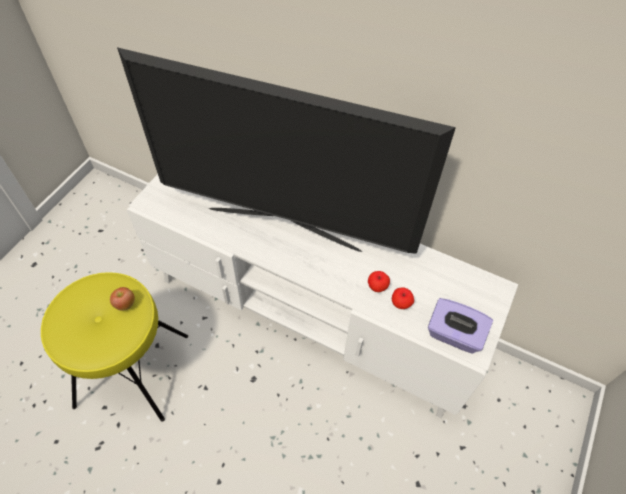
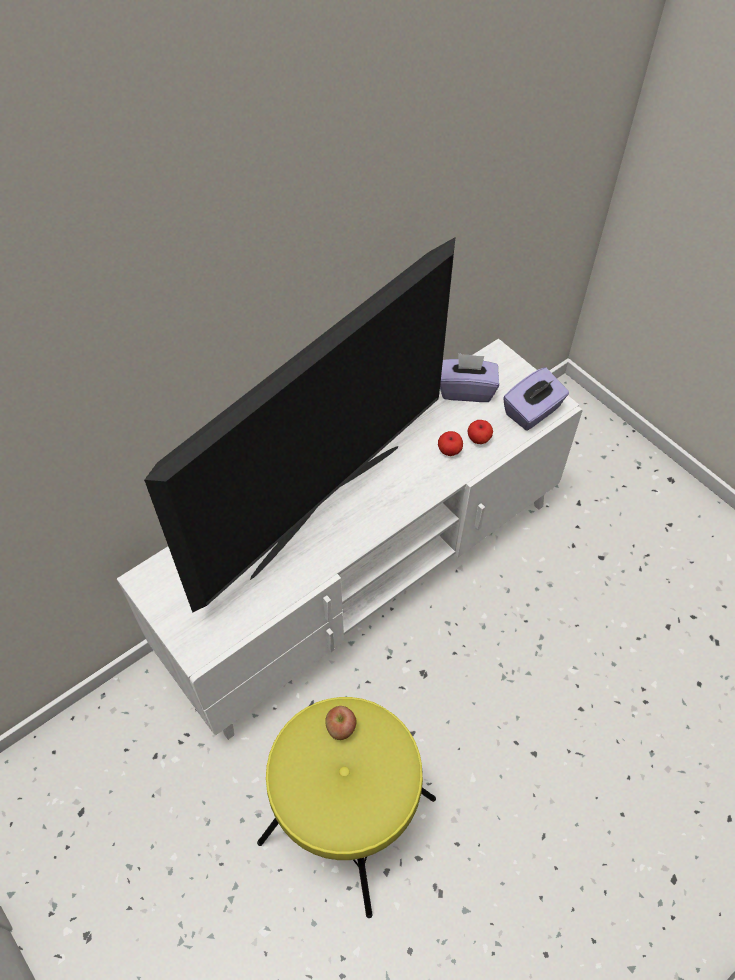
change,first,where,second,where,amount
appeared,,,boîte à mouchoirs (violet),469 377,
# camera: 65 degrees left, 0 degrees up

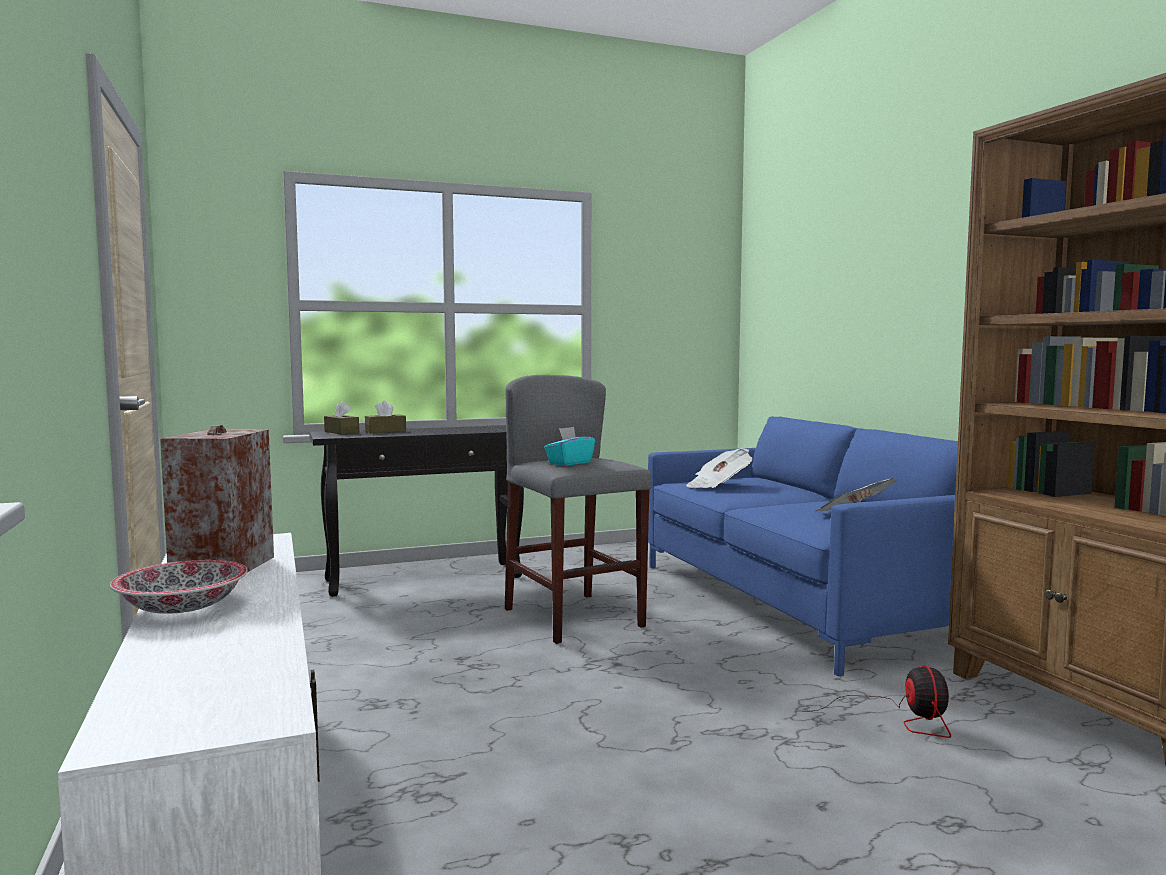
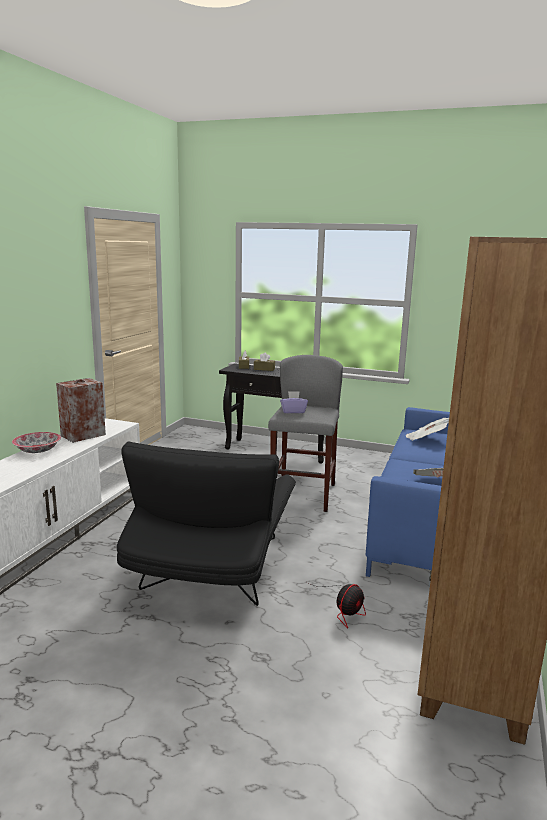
change,first,where,second,where,amount
appeared,,,fauteuil (noir),206 523,
colour,boîte à mouchoirs (turquoise),569 446,boîte à mouchoirs (violet),294 402,
# camera: 40 degrees right, 10 degrees up

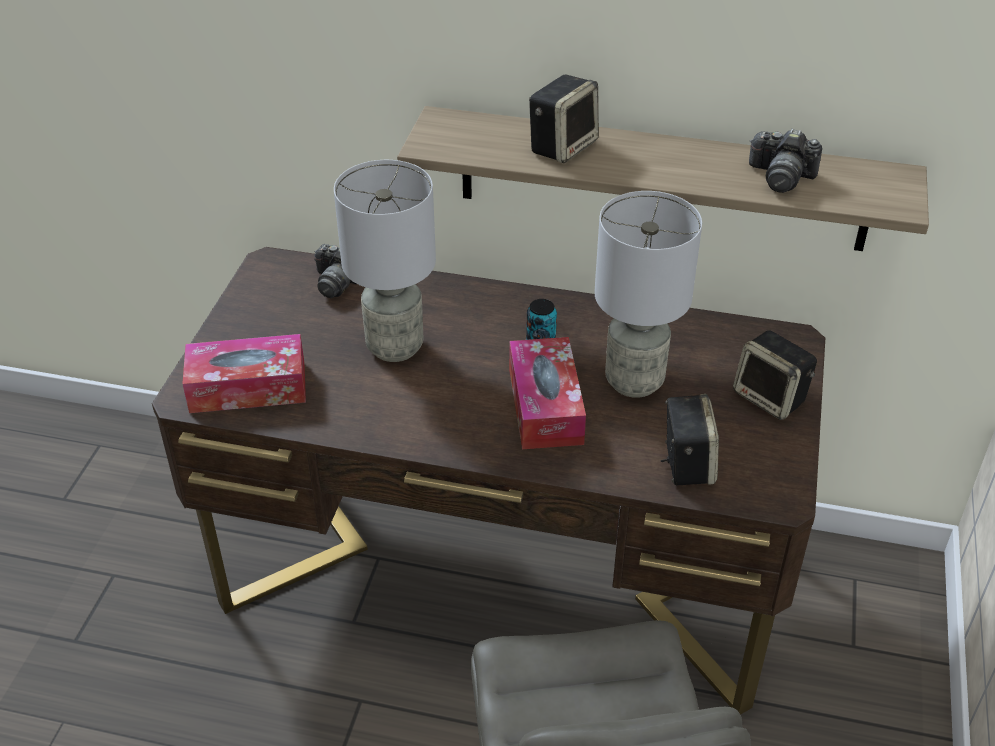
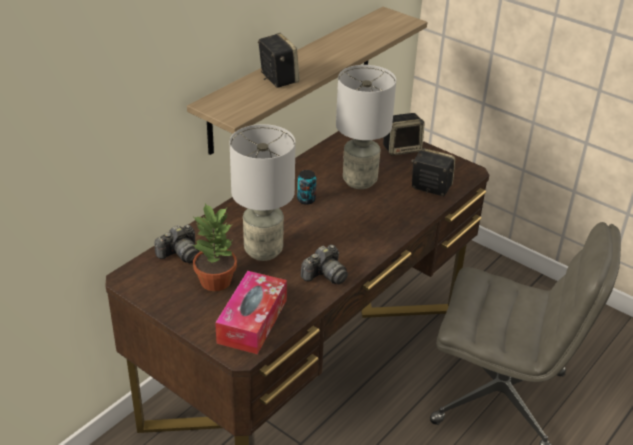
change,first,where,second,where,amount
appeared,,,plante en pot,215 247,
relocated,appareil photo,785 161,,324 264,
missing,boîte à mouchoirs,547 393,,,
# camera: 65 degrees left, 5 degrees down

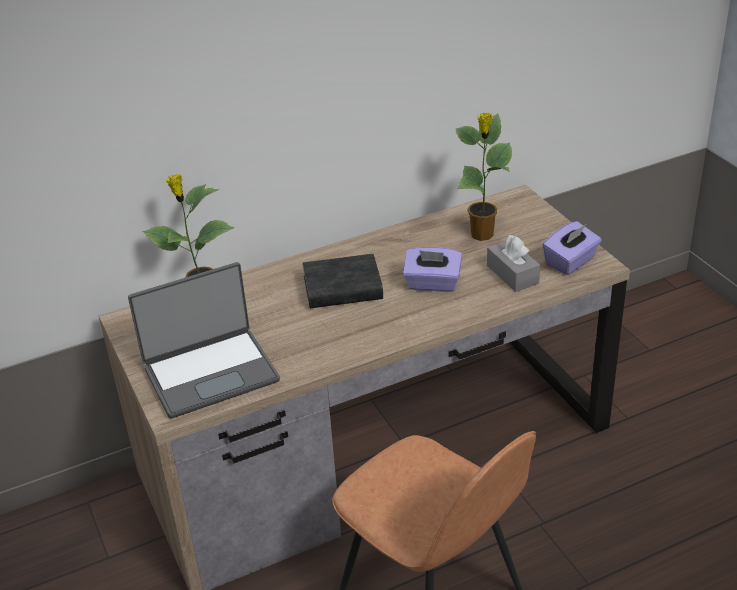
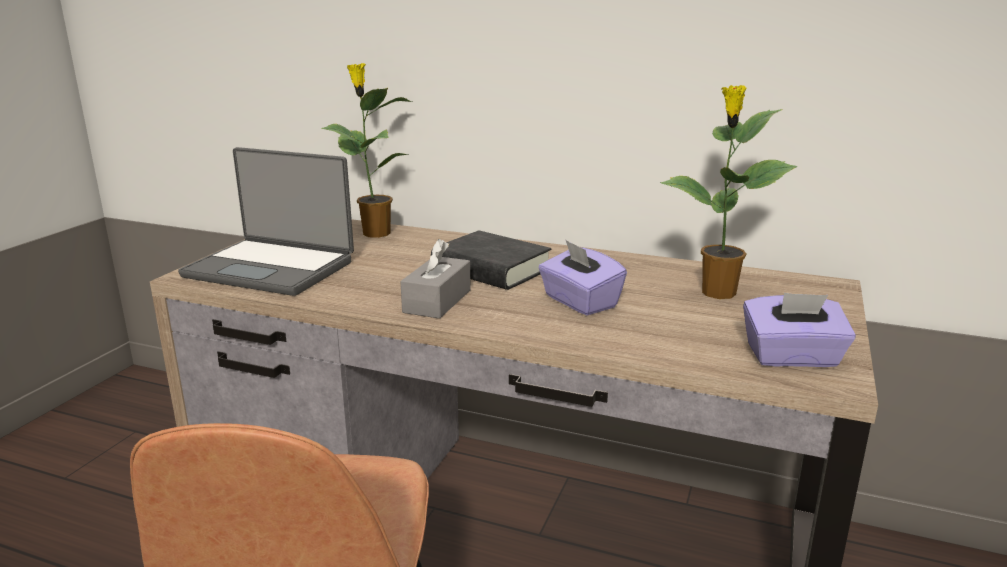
change,first,where,second,where,amount
relocated,boîte à mouchoirs (gris),513 263,,435 279,
# camera: 45 degrees right, 15 degrees down

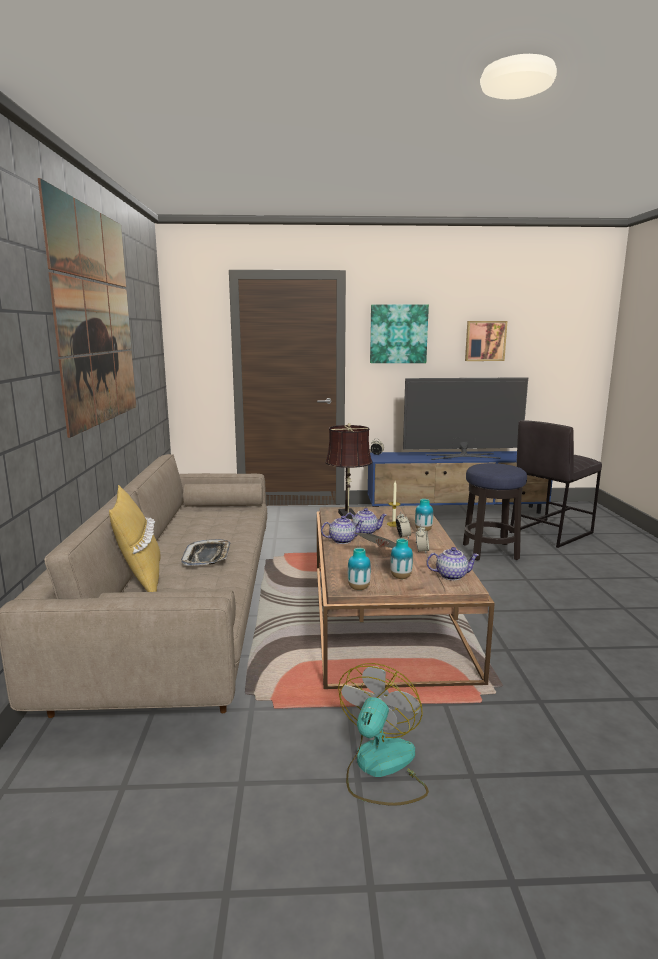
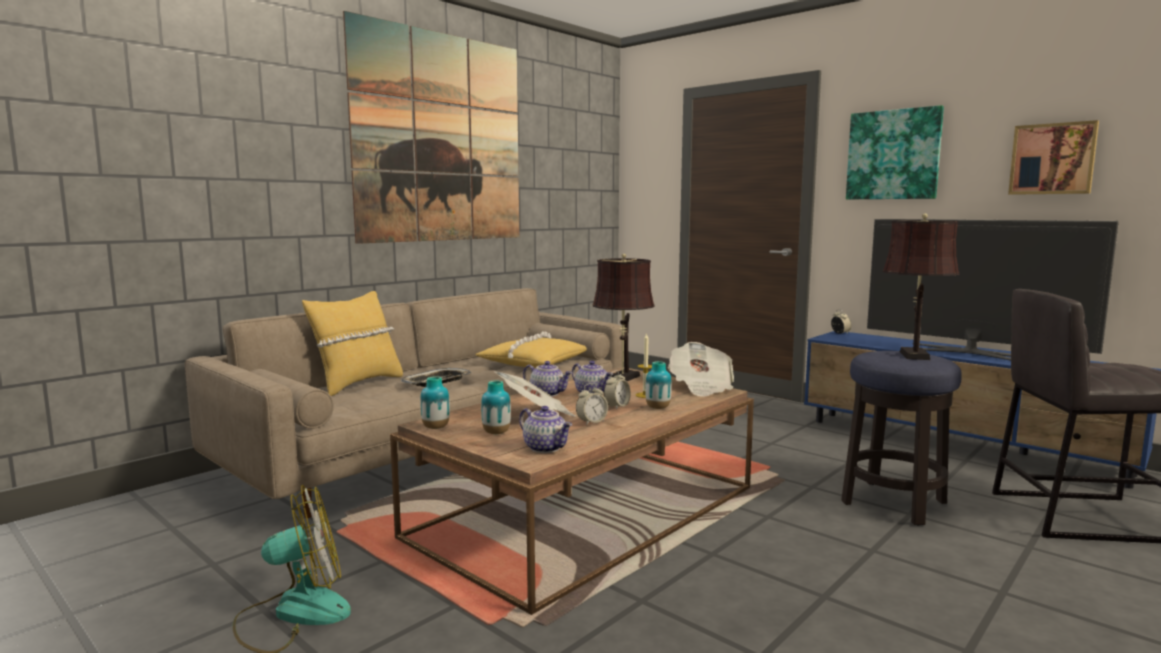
change,first,where,second,where,amount
appeared,,,coussin (jaune),531 349,
appeared,,,journal,701 369,
appeared,,,lampe de table (marron),921 287,
# camera: 45 degrees right, 5 degrees down

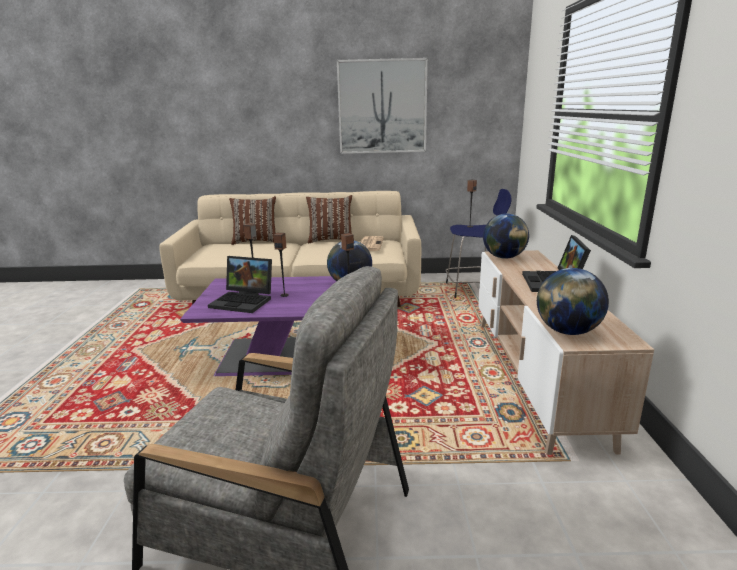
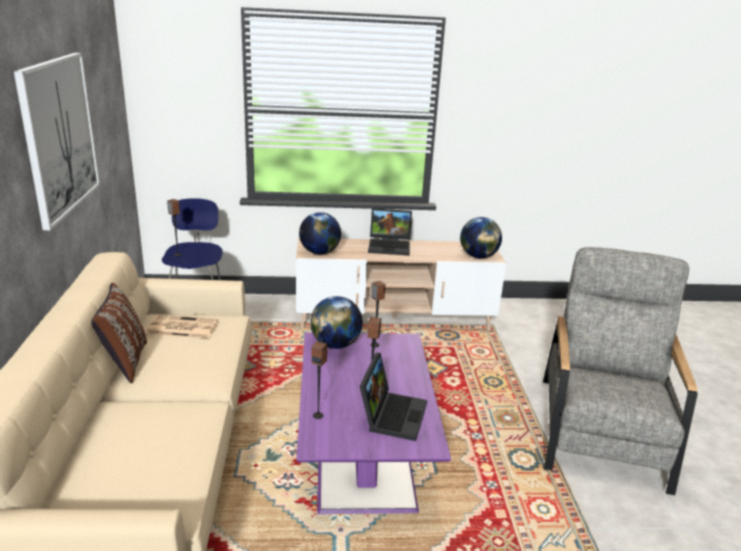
change,first,where,second,where,amount
missing,coussin (marron),252 220,,,
# camera: 95 degrees left, 5 degrees up

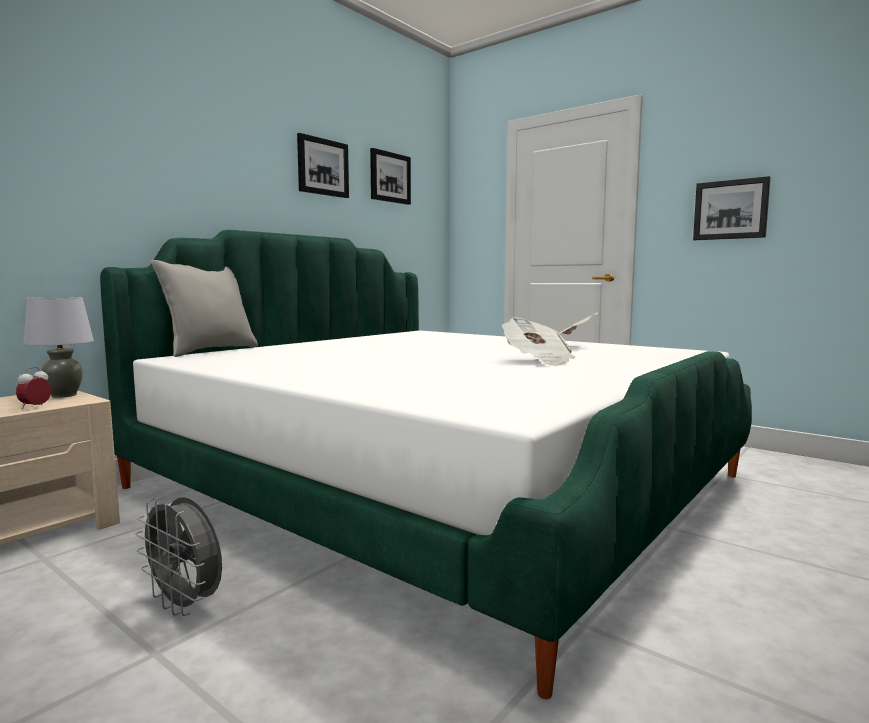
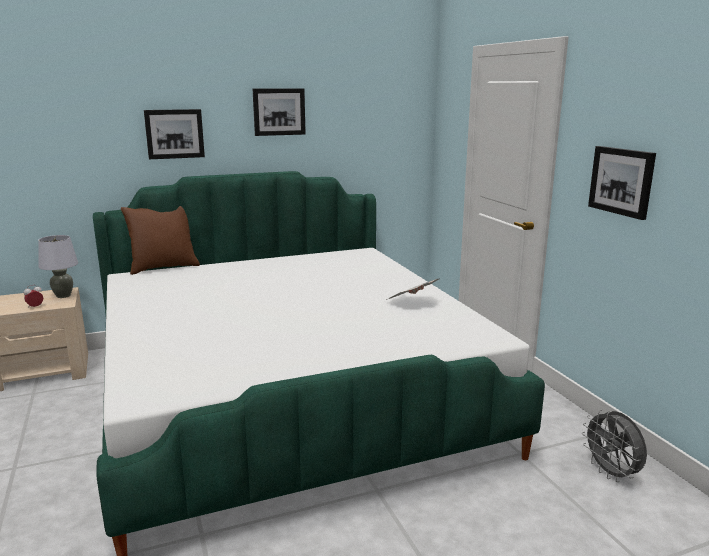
change,first,where,second,where,amount
colour,coussin (gris),204 308,coussin (marron),160 240,
relocated,tableau,390 176,,174 134,
relocated,ventilateur (gris),178 556,,614 445,
missing,journal,539 341,,,
# camera: 30 degrees right, 10 degrees up

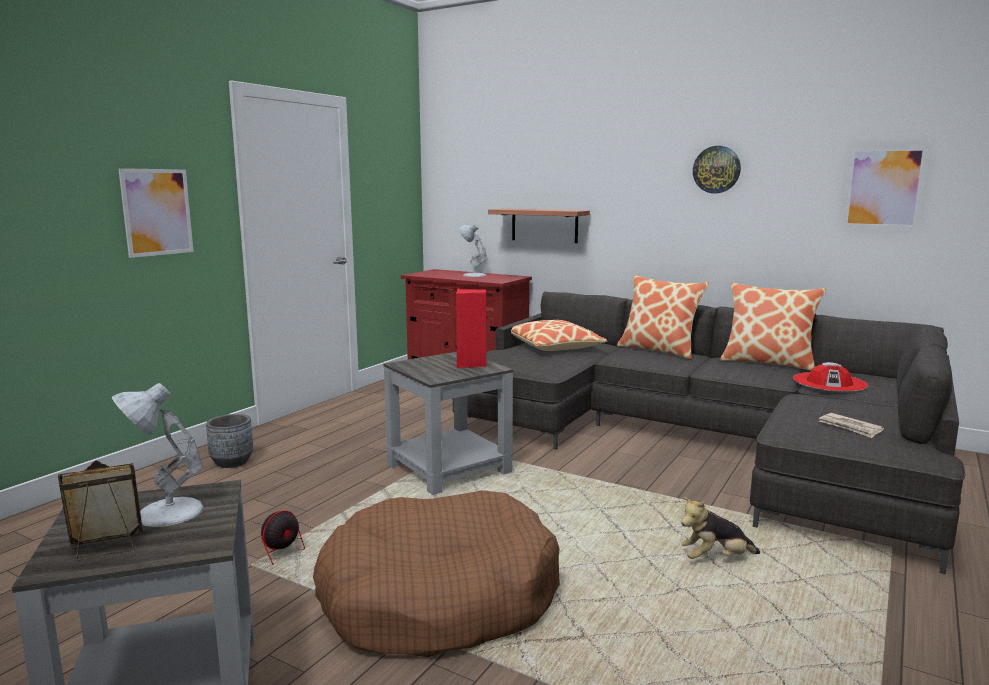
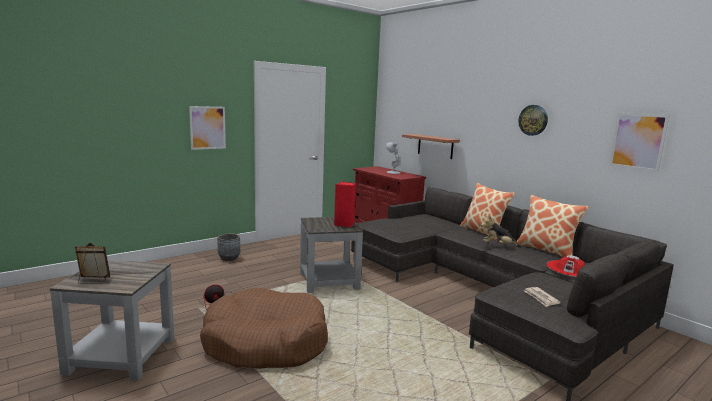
change,first,where,second,where,amount
relocated,peluche,720 528,,501 231,
missing,lampe de table (blanc),158 455,,,
missing,coussin,559 335,,,
# camera: 20 degrees right, 0 degrees up

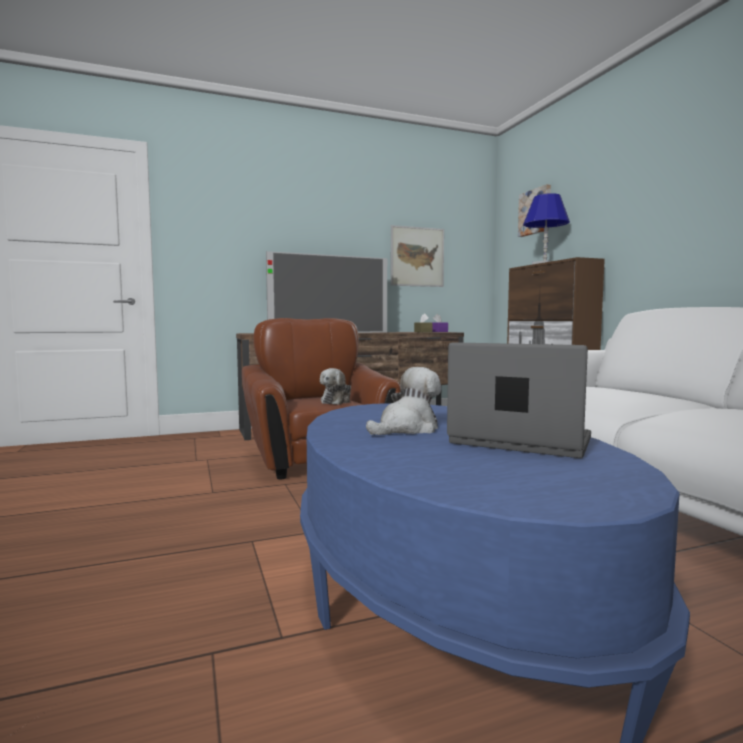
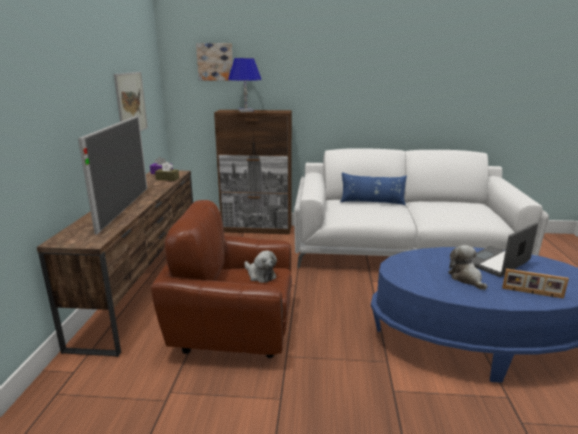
change,first,where,second,where,amount
appeared,,,coussin (bleu),373 188,
appeared,,,cadre photo,535 284,
# camera: 65 degrees left, 15 degrees up

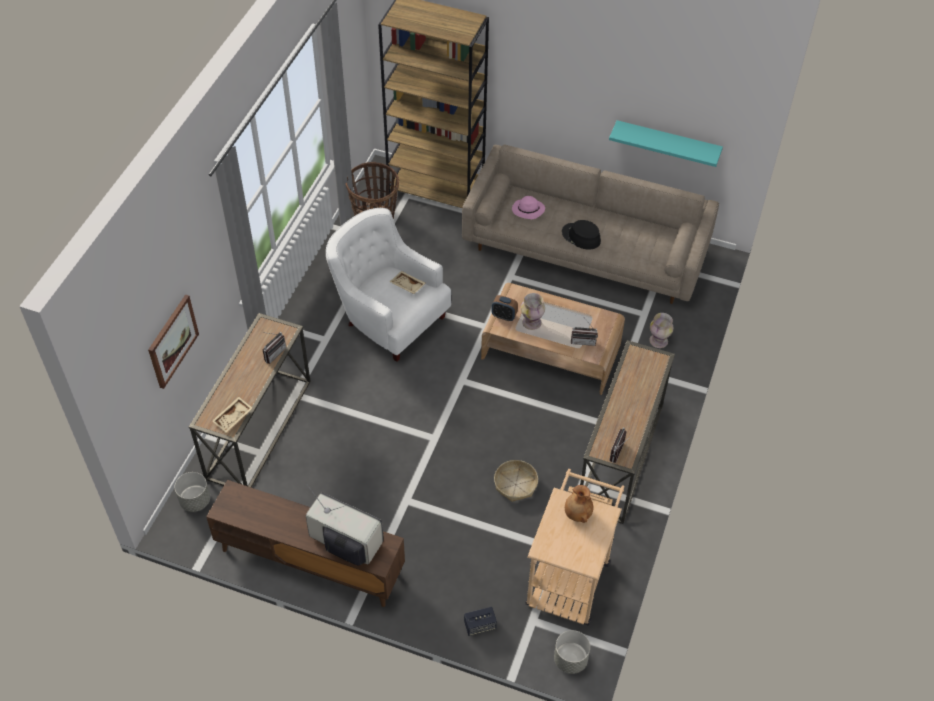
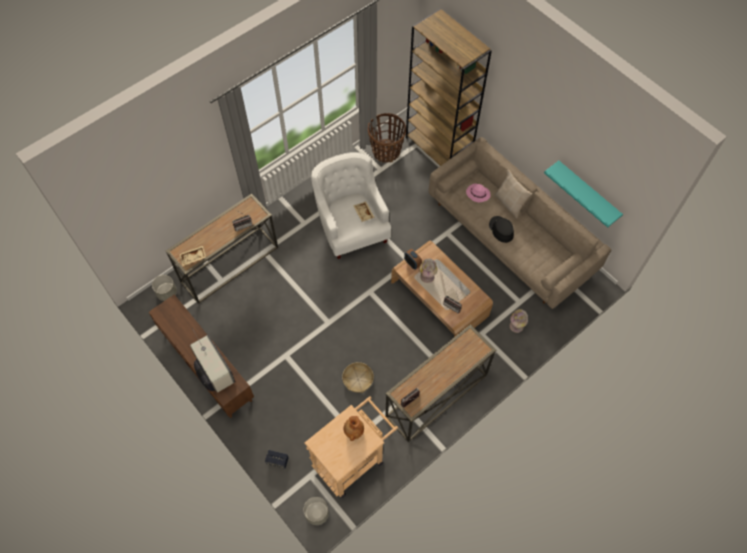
change,first,where,second,where,amount
appeared,,,coussin (beige),513 194,
missing,tableau,173 341,,,
# camera: 30 degrees right, 10 degrees up

